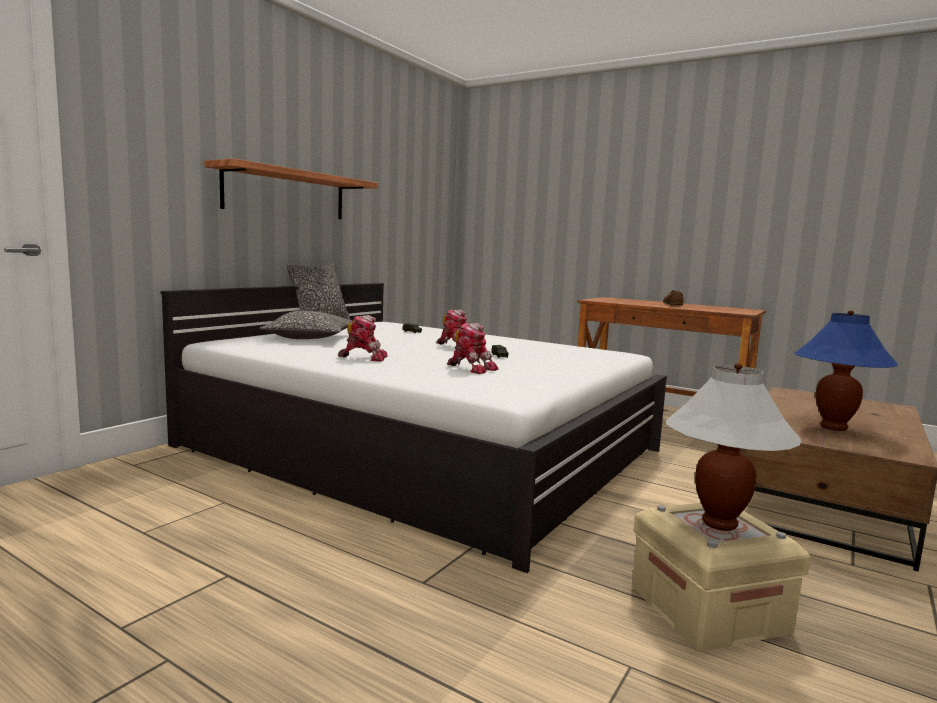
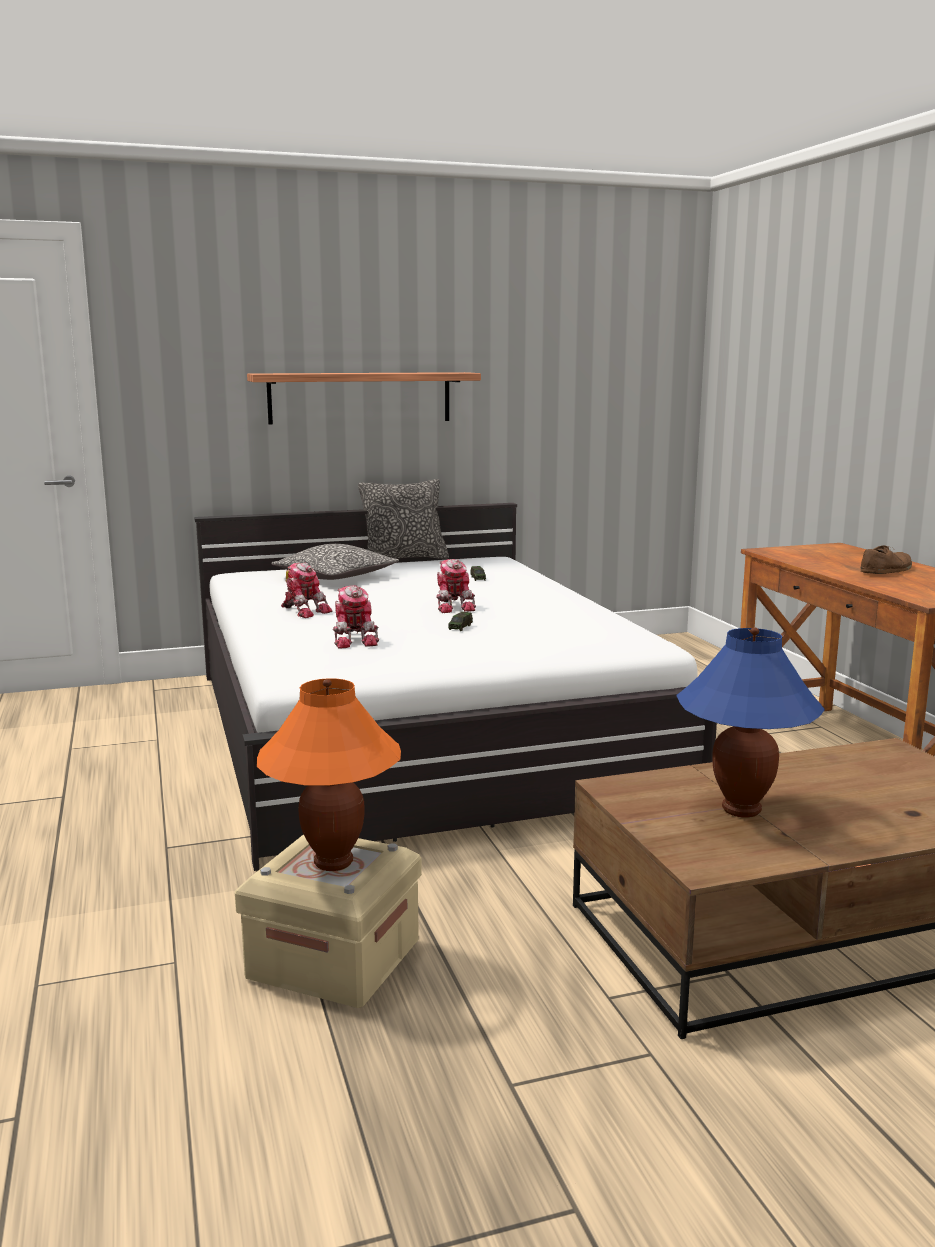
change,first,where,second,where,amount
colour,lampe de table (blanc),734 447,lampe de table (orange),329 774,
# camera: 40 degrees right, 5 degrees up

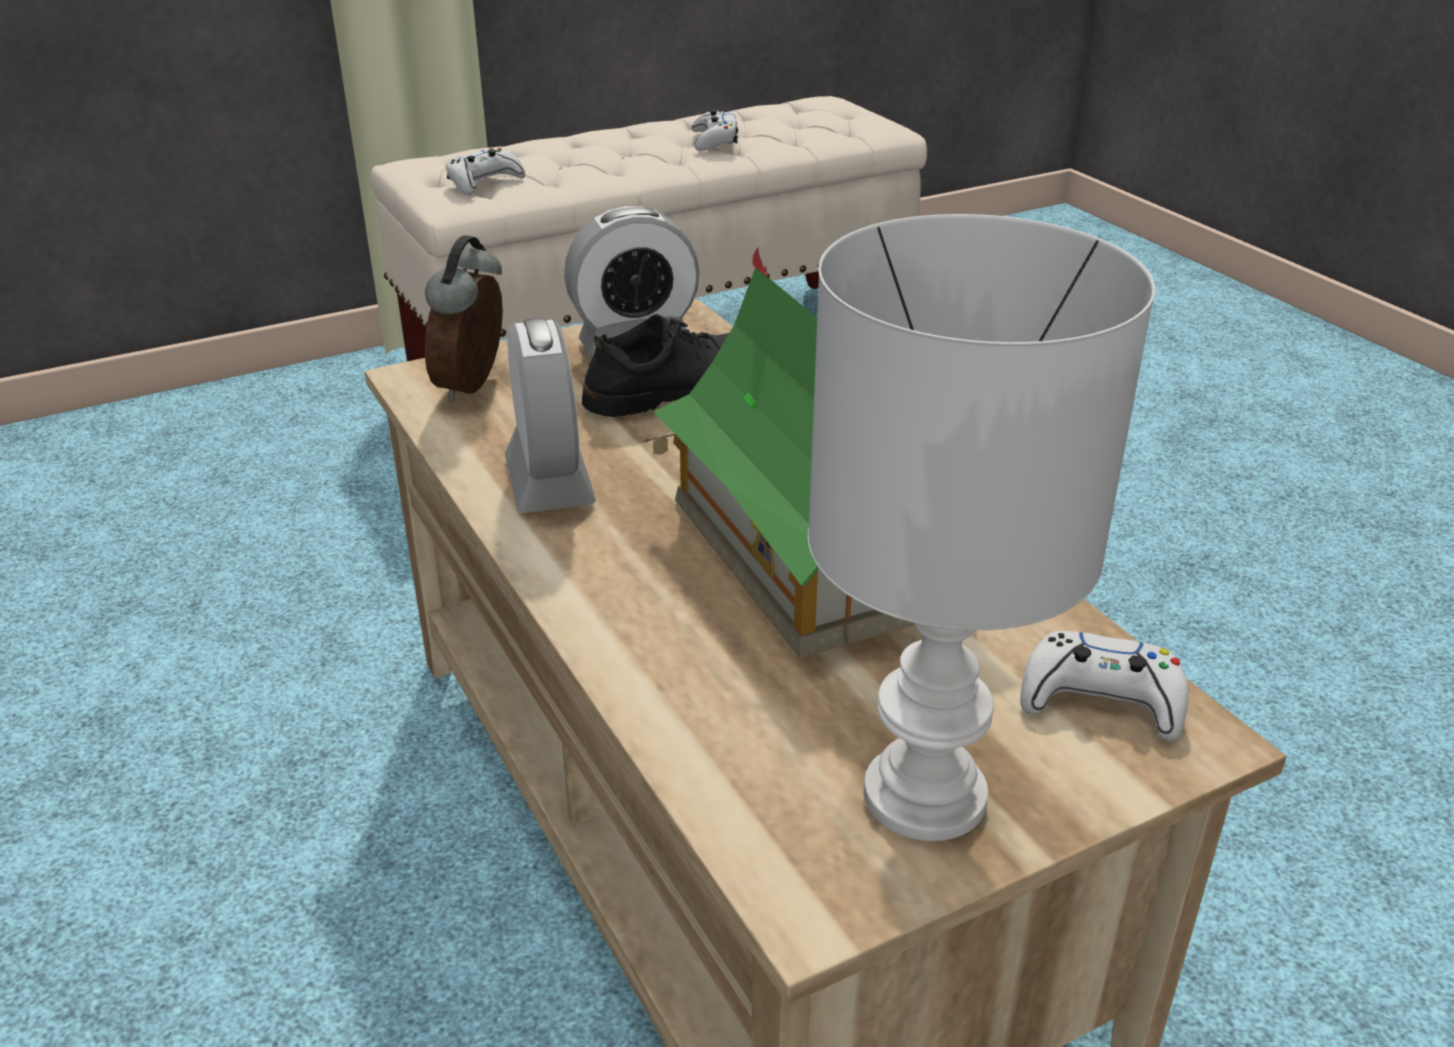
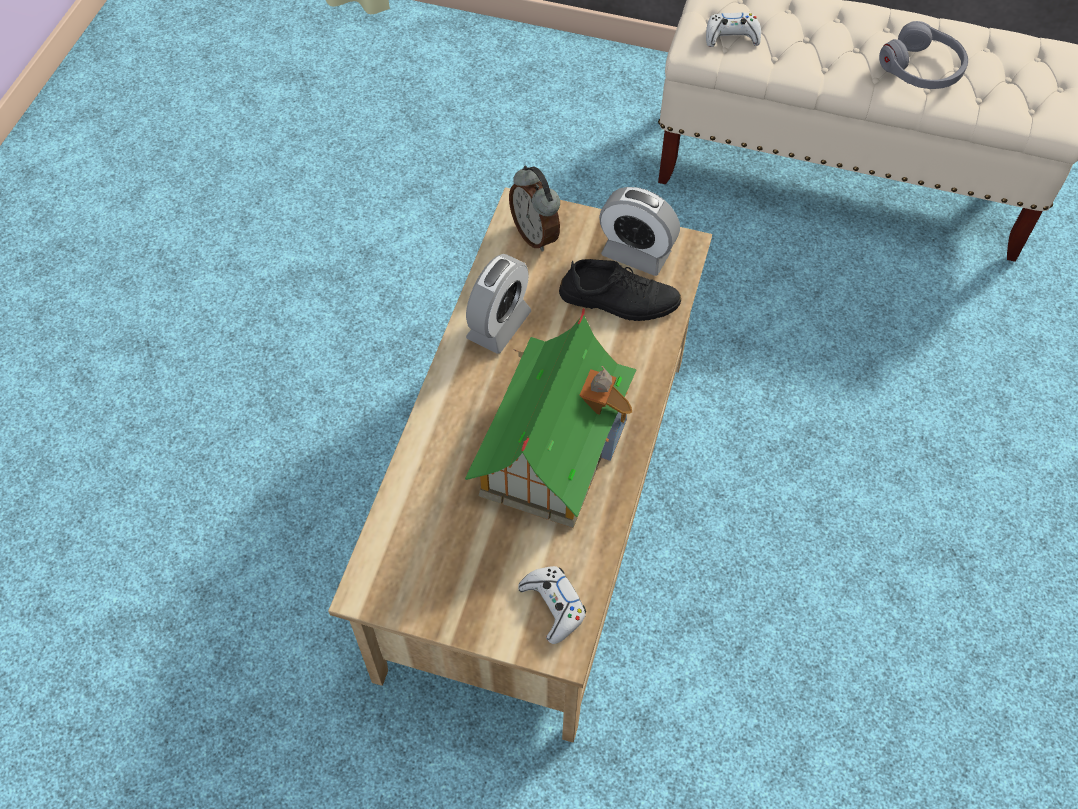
change,first,where,second,where,amount
spun,réveil,464 319,,534 209,90 degrees counterclockwise
exchanged,manette (blanc),715 130,casque audio (gris),923 55,
missing,lampe de table (blanc),981 527,,,
# camera: 45 degrees right, 25 degrees up

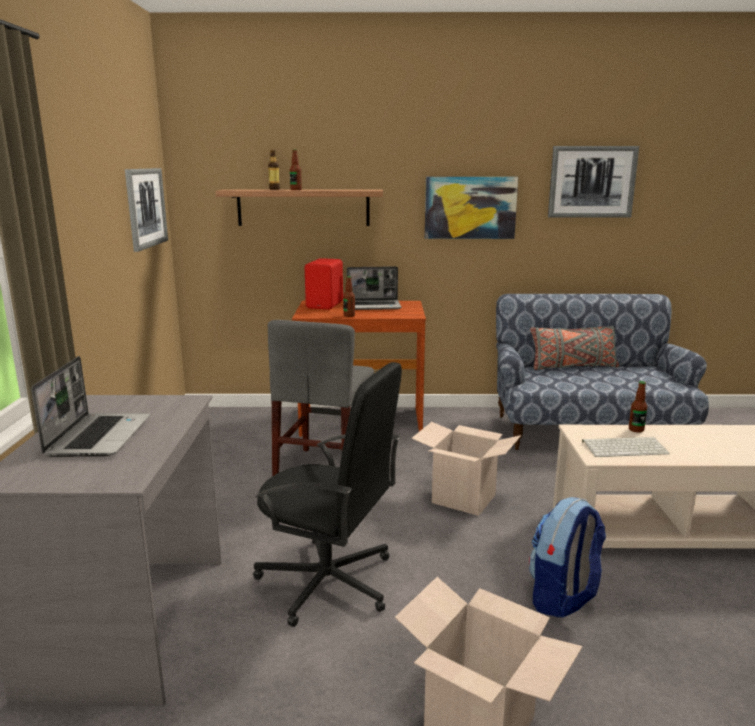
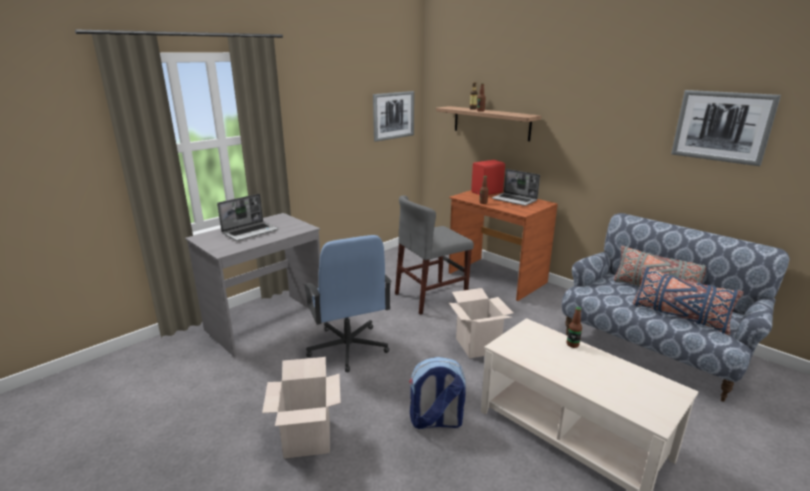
change,first,where,second,where,amount
colour,chaise de bureau (noir),327 494,chaise de bureau (bleu),347 304,
appeared,,,coussin (bleu),688 300,
missing,tableau,471 208,,,
missing,clavier,626 447,,,
# camera: 45 degrees right, 5 degrees up

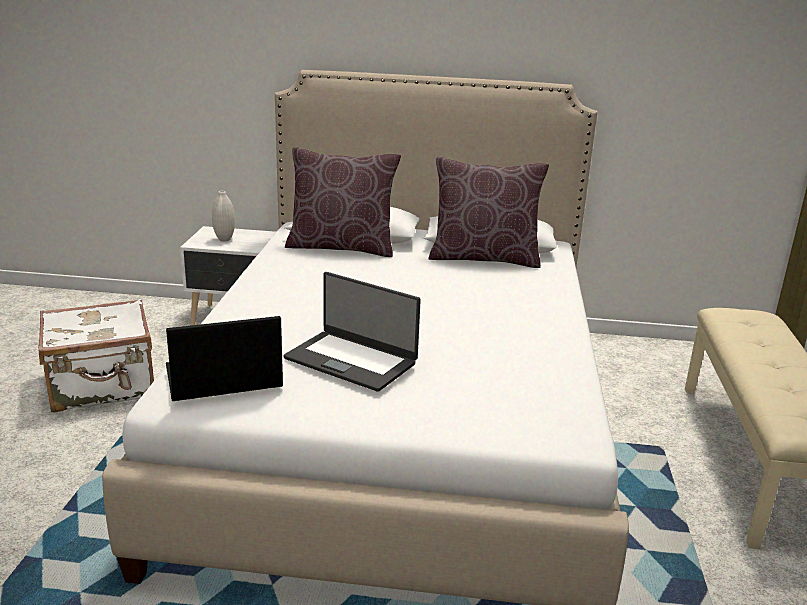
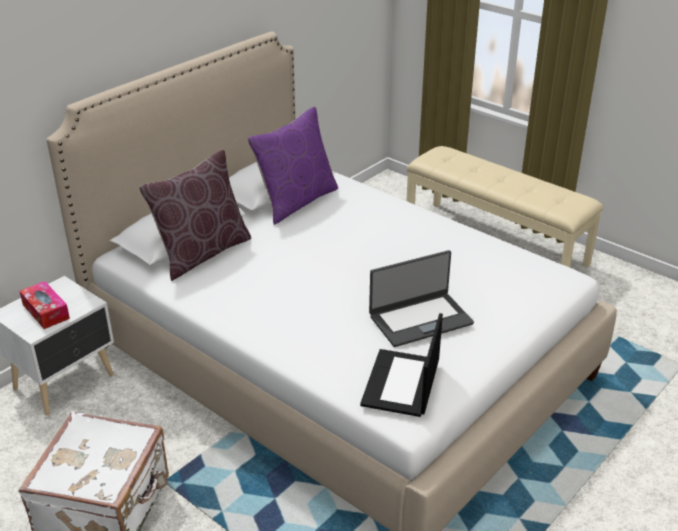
change,first,where,second,where,amount
exchanged,vase (blanc),223 216,boîte à mouchoirs,45 305,
colour,coussin (marron),488 212,coussin (violet),293 166,
# camera: 55 degrees left, 10 degrees up

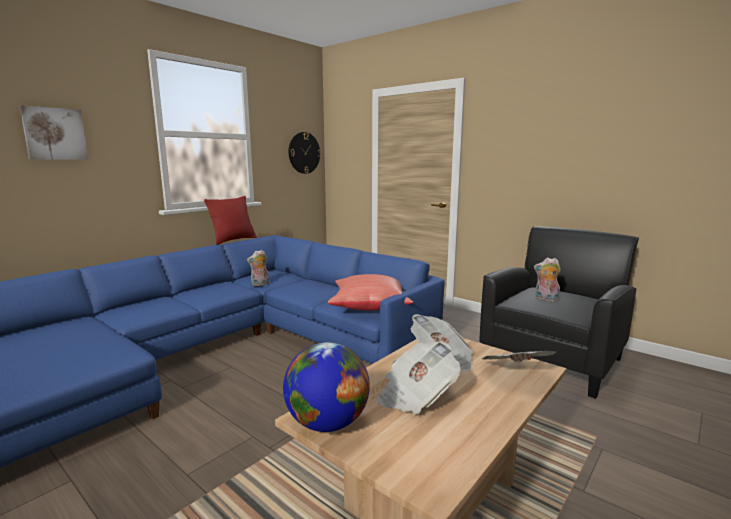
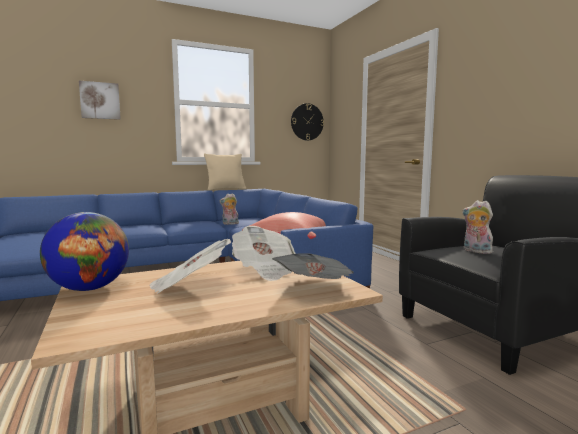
change,first,where,second,where,amount
colour,coussin (rouge),230 220,coussin (beige),225 172,
# camera: 25 degrees right, 5 degrees down

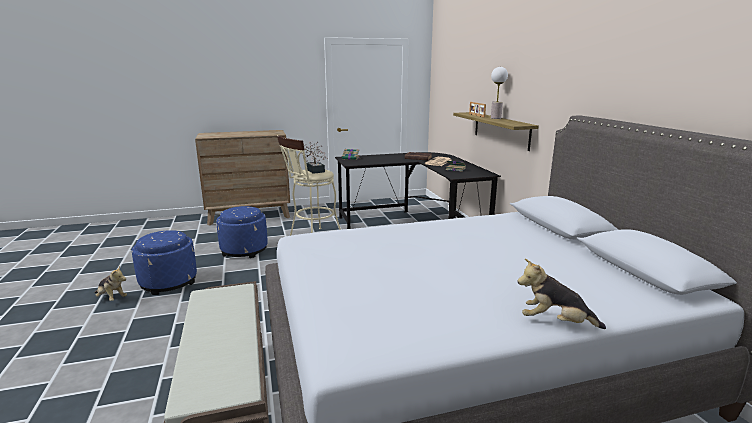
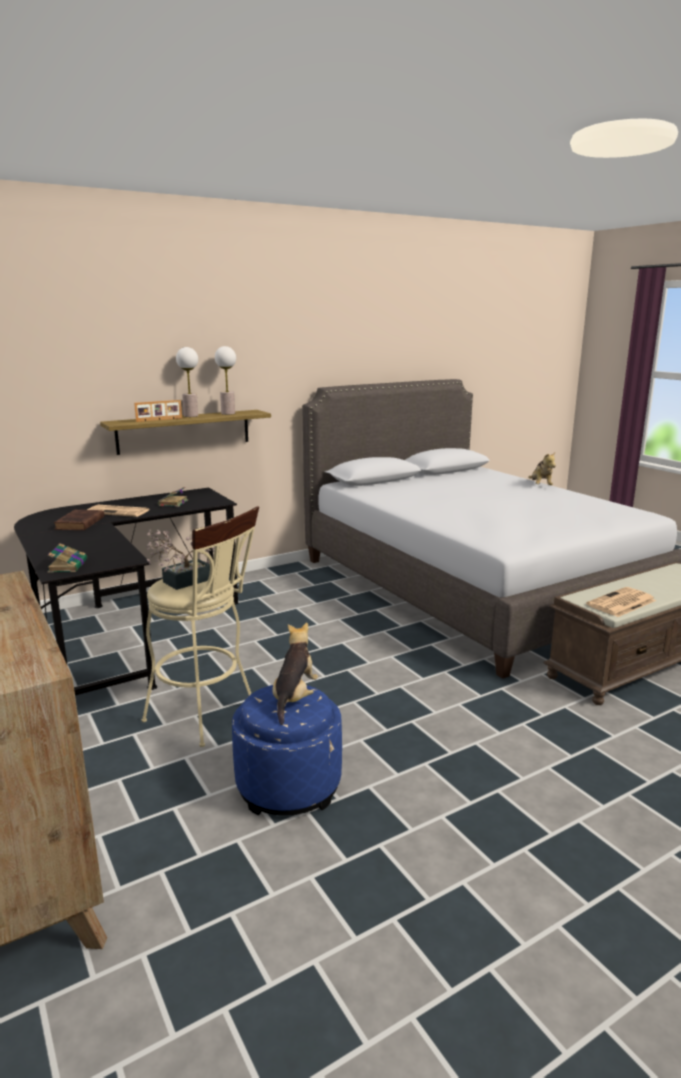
change,first,where,second,where,amount
appeared,,,lampe de table,225 380,
relocated,peluche,111 283,,295 674,
appeared,,,journal,621 602,
missing,pouf (bleu),164 262,,,
# camera: 105 degrees left, 0 degrees up

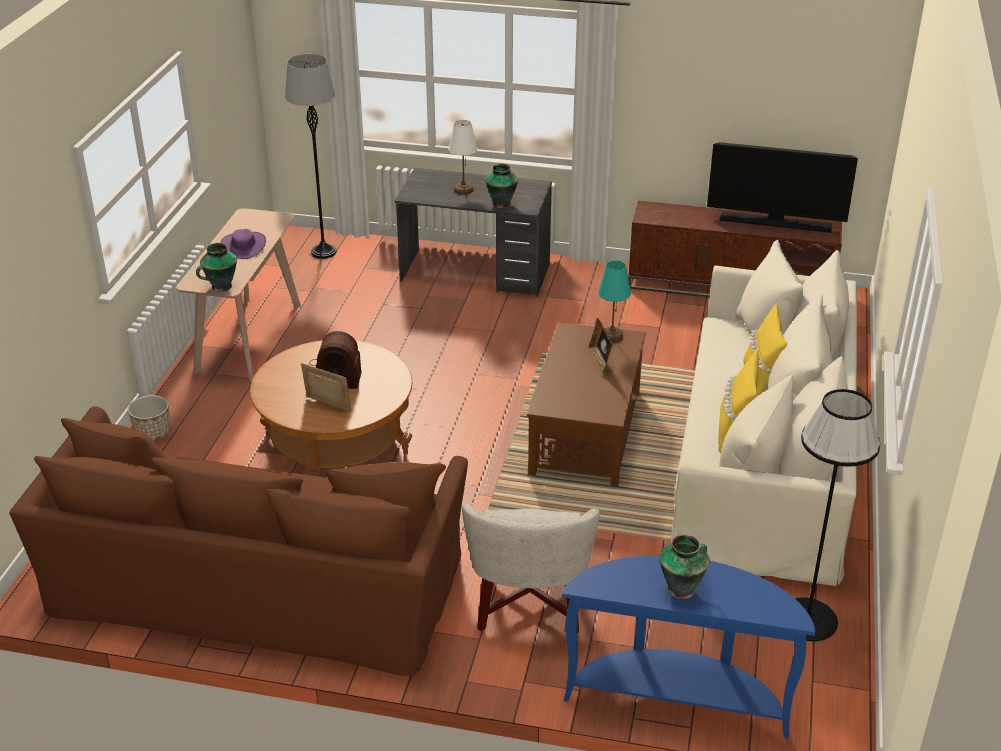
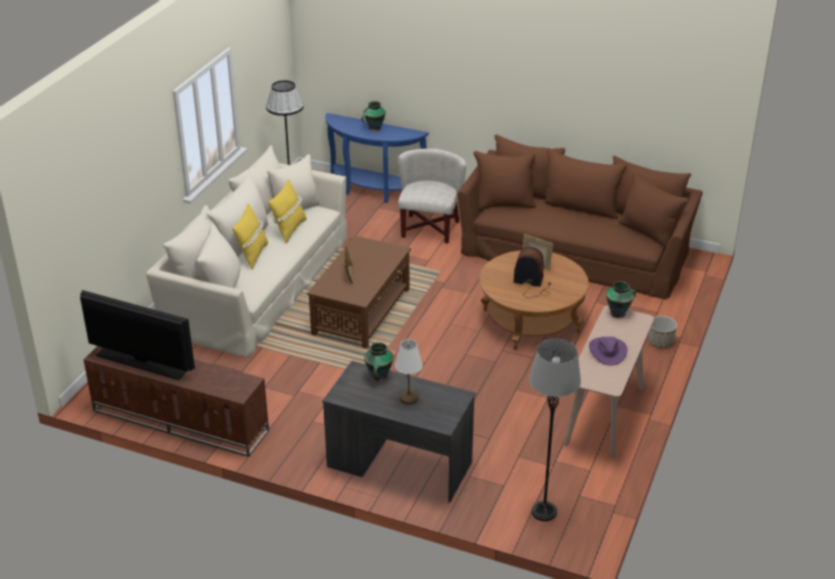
change,first,where,second,where,amount
missing,lampe de table (turquoise),614 301,,,
# camera: 170 degrees left, 0 degrees up

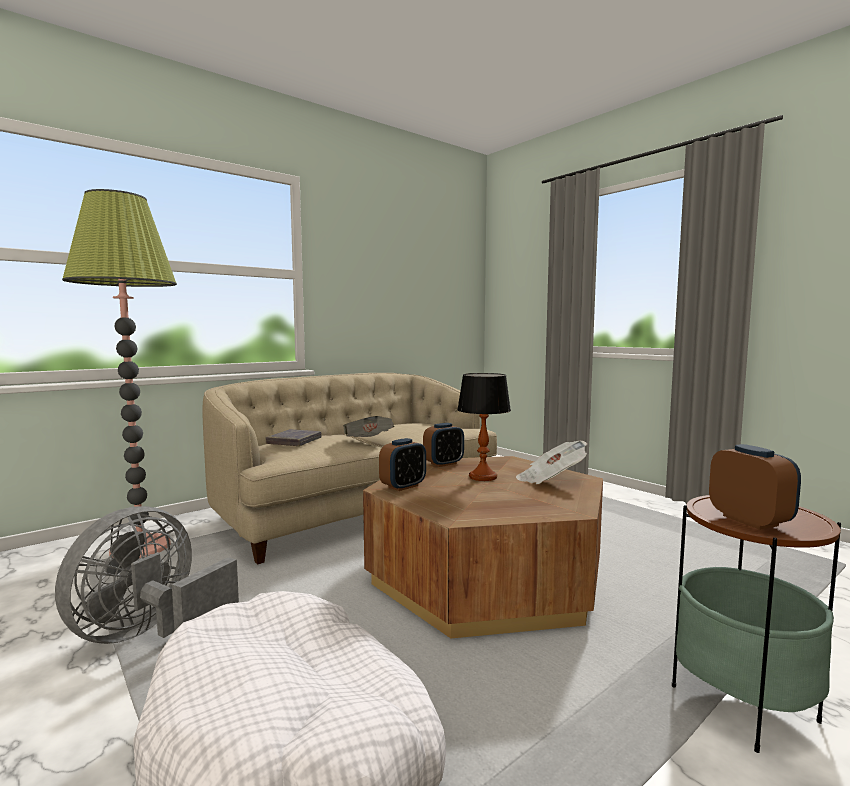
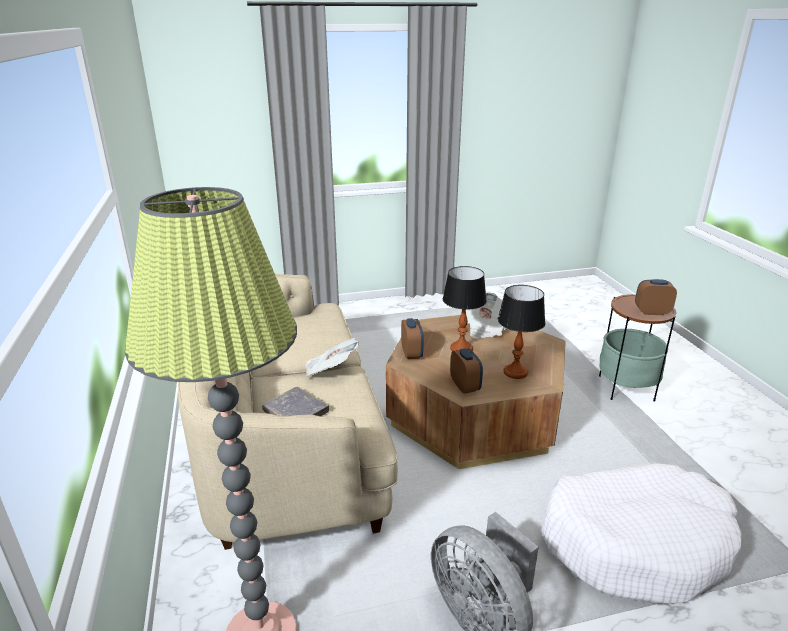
change,first,where,second,where,amount
appeared,,,lampe de table,521 332,
# camera: 65 degrees left, 20 degrees up

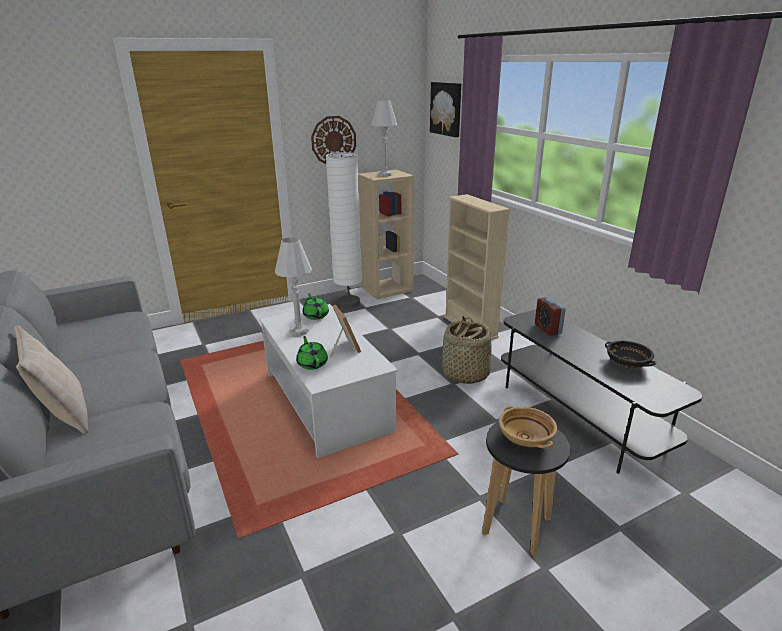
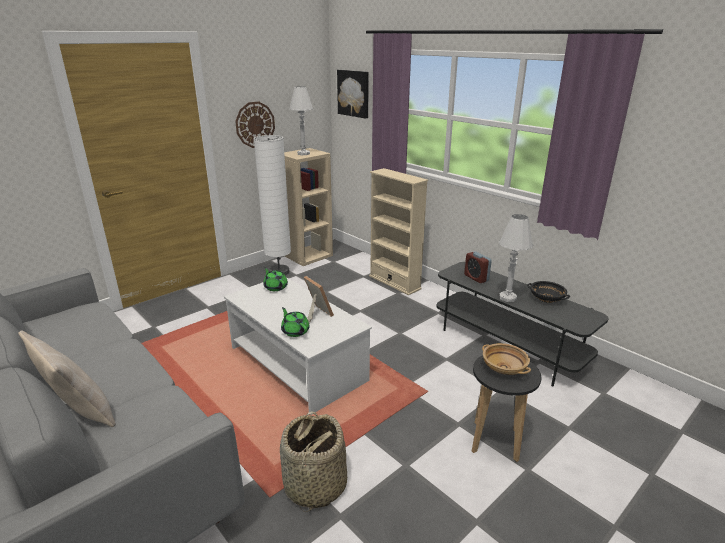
change,first,where,second,where,amount
relocated,panier,467 350,,313 461,
relocated,lampe de table (blanc),293 286,,516 258,
# camera: 15 degrees left, 0 degrees up

